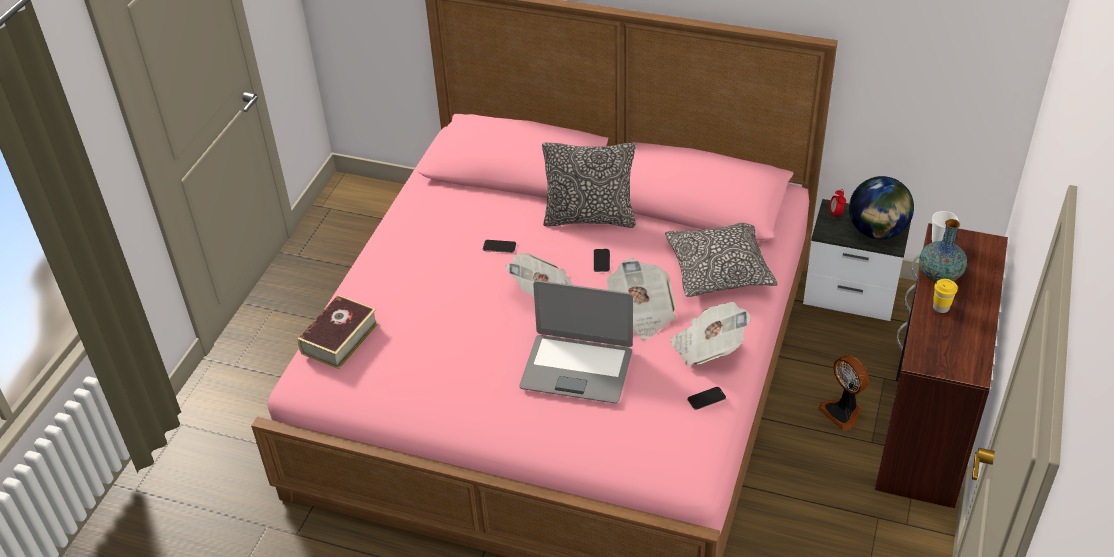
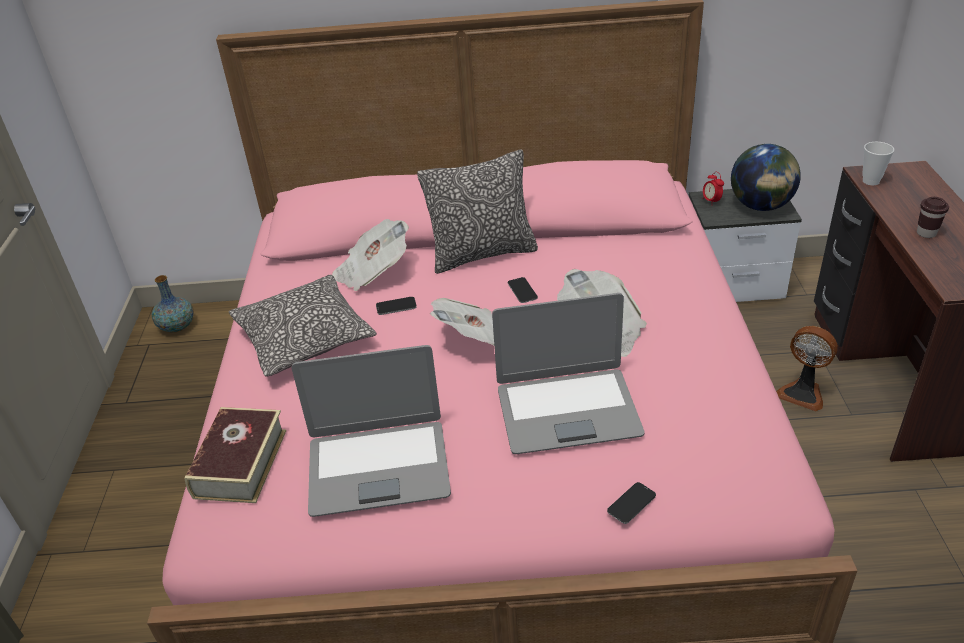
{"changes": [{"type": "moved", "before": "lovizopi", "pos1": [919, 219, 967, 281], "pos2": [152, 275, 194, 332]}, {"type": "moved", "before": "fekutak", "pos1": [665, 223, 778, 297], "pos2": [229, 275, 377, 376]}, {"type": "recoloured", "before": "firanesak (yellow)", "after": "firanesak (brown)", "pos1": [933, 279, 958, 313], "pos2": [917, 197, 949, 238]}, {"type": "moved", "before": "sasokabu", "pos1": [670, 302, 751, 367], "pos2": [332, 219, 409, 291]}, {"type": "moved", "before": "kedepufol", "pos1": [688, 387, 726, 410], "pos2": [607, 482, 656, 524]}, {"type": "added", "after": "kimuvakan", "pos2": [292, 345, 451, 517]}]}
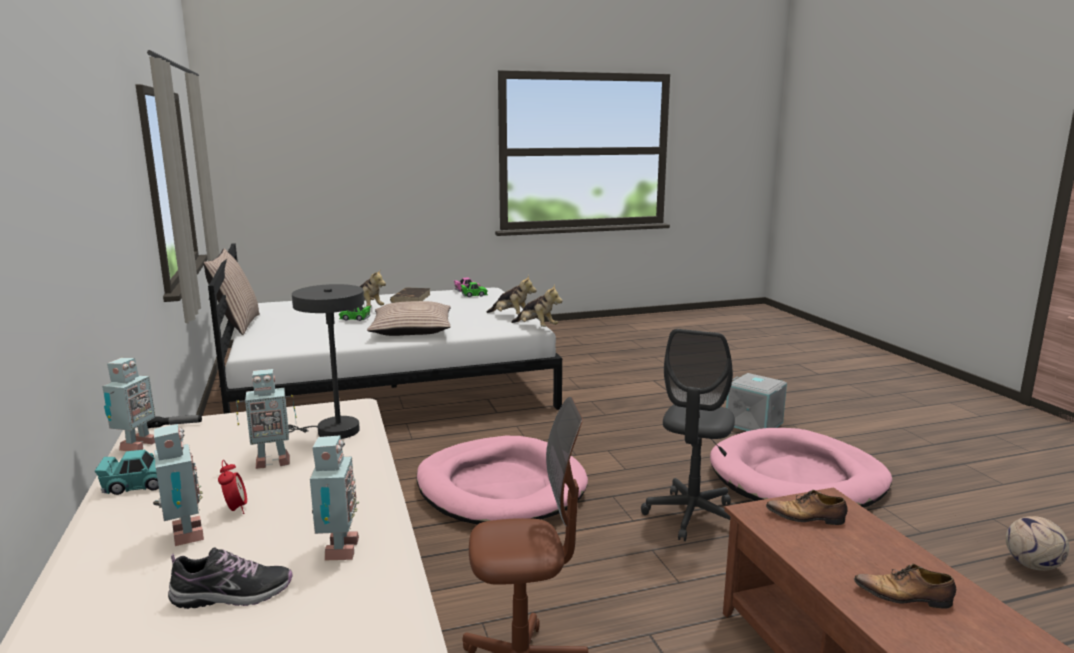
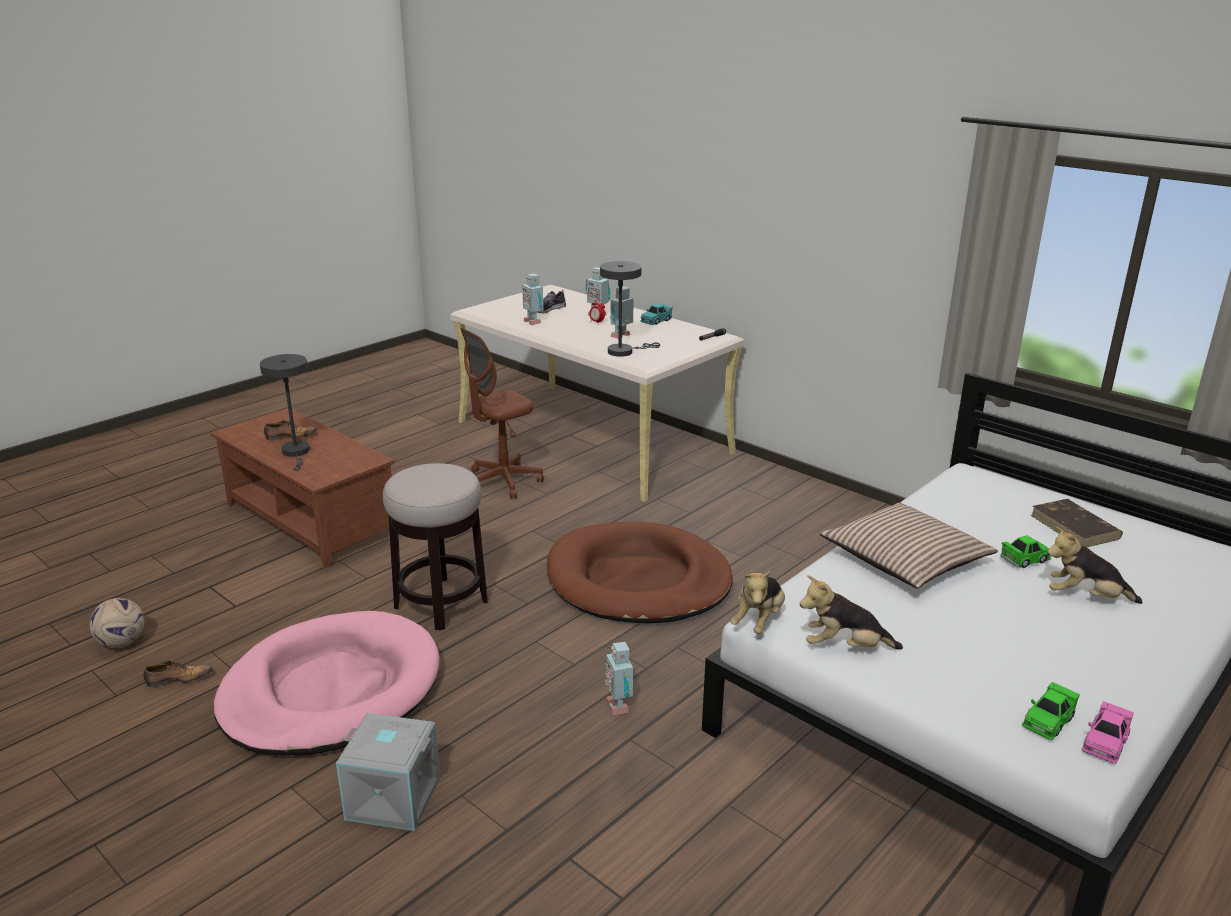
{"changes": [{"type": "removed", "before": "fekutak", "pos1": [203, 248, 260, 335]}, {"type": "turned", "before": "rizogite", "pos1": [511, 285, 563, 327], "pos2": [731, 570, 785, 634], "turn": -75}, {"type": "moved", "before": "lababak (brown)", "pos1": [390, 288, 431, 303], "pos2": [1031, 499, 1123, 547]}, {"type": "replaced", "before": "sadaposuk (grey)", "after": "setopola", "pos1": [641, 329, 735, 541], "pos2": [383, 463, 488, 630]}, {"type": "moved", "before": "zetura", "pos1": [102, 358, 155, 451], "pos2": [605, 642, 634, 715]}, {"type": "recoloured", "before": "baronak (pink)", "after": "baronak (brown)", "pos1": [417, 436, 588, 525], "pos2": [547, 522, 733, 624]}, {"type": "moved", "before": "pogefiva", "pos1": [766, 490, 848, 525], "pos2": [143, 660, 213, 687]}, {"type": "added", "after": "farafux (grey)", "pos2": [260, 354, 310, 471]}]}
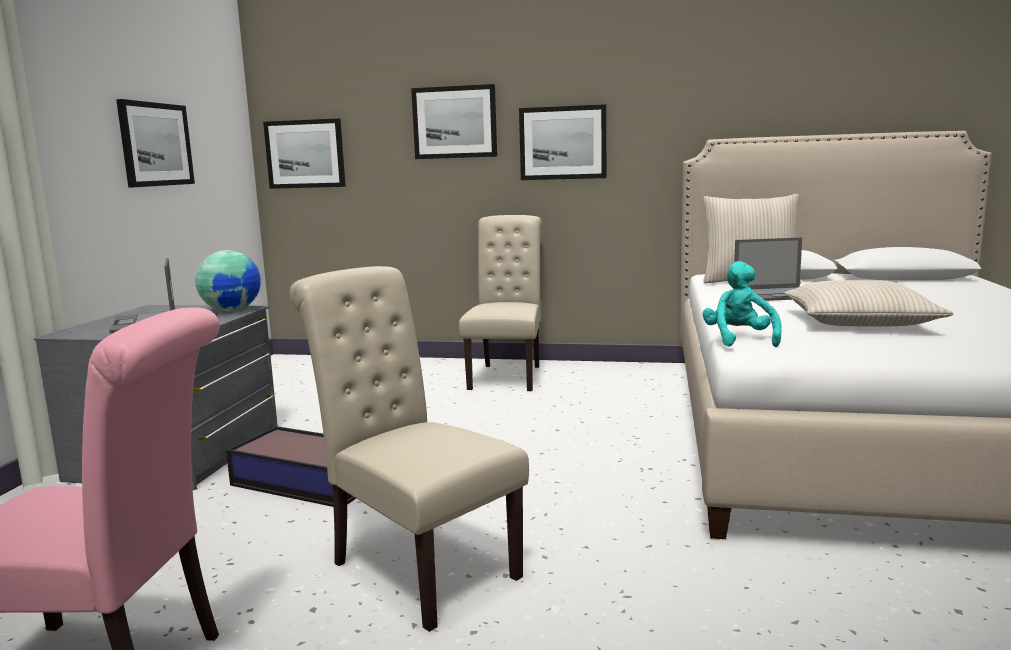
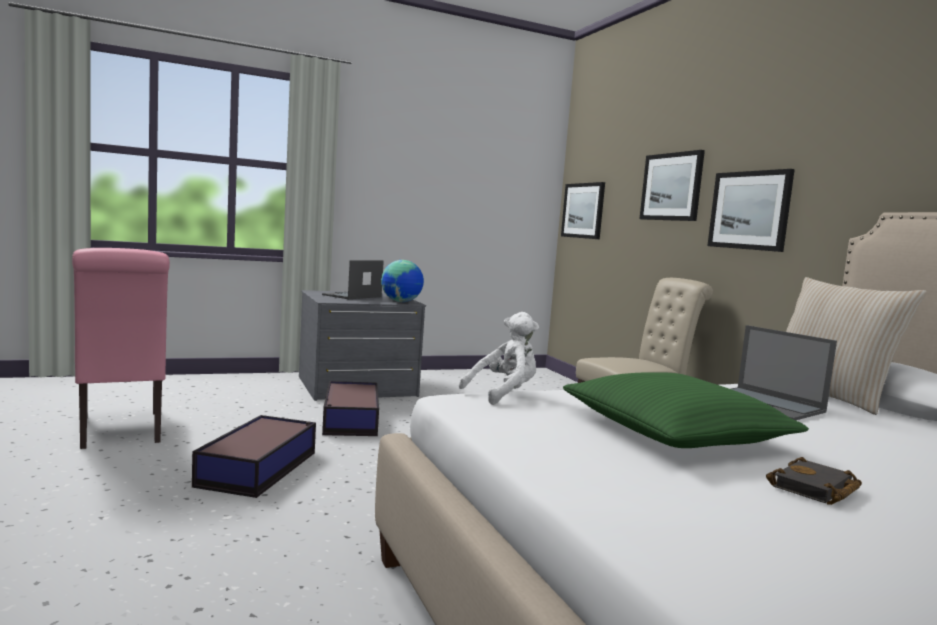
{"changes": [{"type": "removed", "before": "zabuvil", "pos1": [116, 99, 195, 188]}, {"type": "recoloured", "before": "rizogite (turquoise)", "after": "rizogite (white)", "pos1": [702, 261, 782, 347], "pos2": [459, 312, 539, 405]}, {"type": "replaced", "before": "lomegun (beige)", "after": "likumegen", "pos1": [290, 266, 529, 632], "pos2": [192, 415, 316, 498]}, {"type": "recoloured", "before": "fekutak (beige)", "after": "fekutak (green)", "pos1": [784, 280, 953, 327], "pos2": [563, 372, 809, 448]}, {"type": "added", "after": "lababak (black)", "pos2": [766, 457, 862, 505]}]}
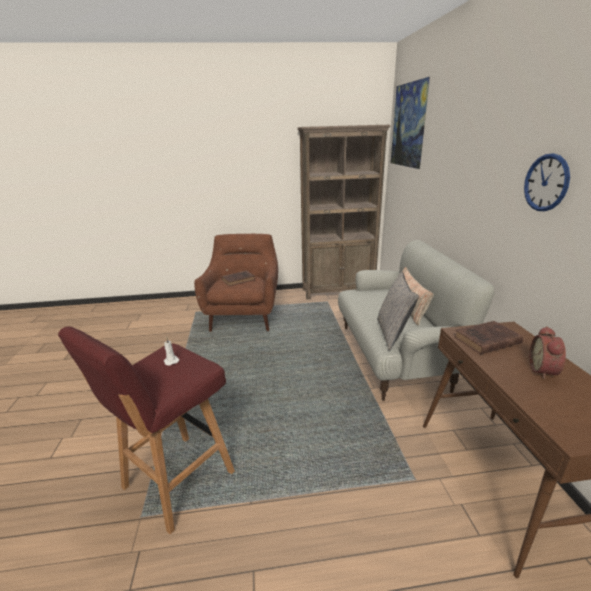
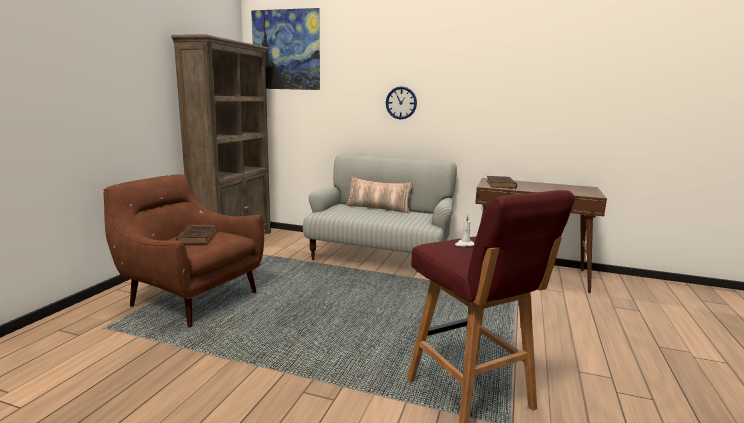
{"changes": [{"type": "moved", "before": "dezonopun", "pos1": [524, 153, 570, 211], "pos2": [386, 86, 417, 119]}, {"type": "removed", "before": "fekutak (grey)", "pos1": [377, 272, 419, 351]}, {"type": "removed", "before": "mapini", "pos1": [530, 326, 566, 379]}]}
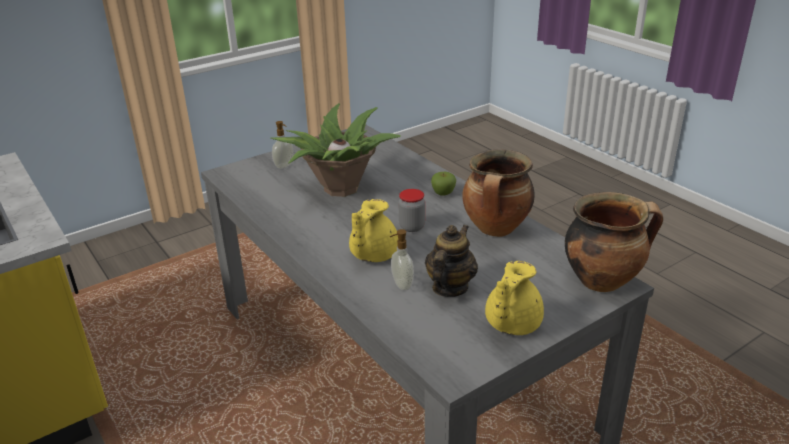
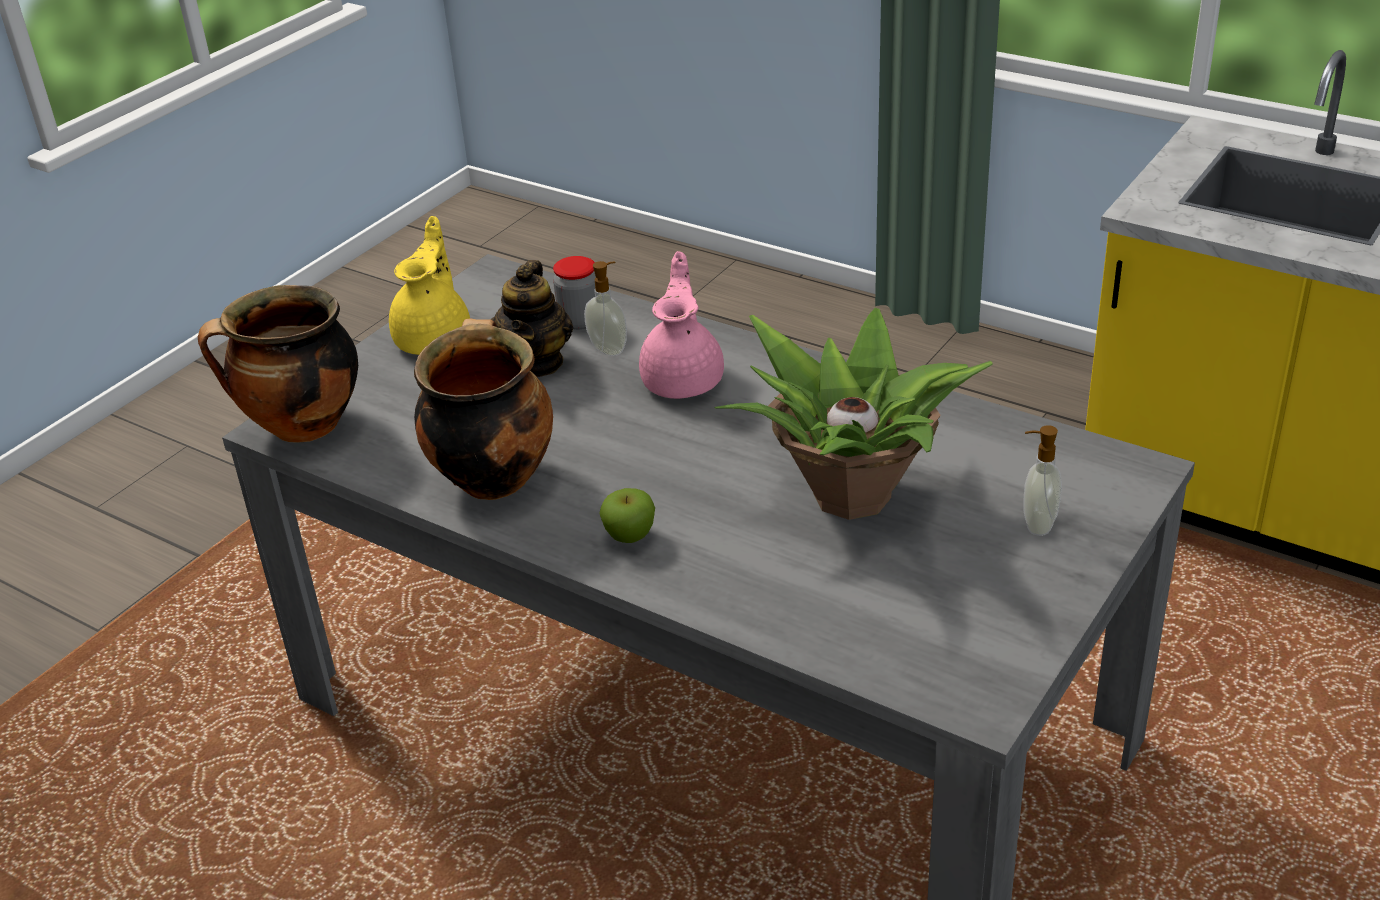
{"changes": [{"type": "moved", "before": "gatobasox", "pos1": [398, 189, 425, 232], "pos2": [553, 256, 596, 330]}, {"type": "recoloured", "before": "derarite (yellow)", "after": "derarite (pink)", "pos1": [349, 199, 398, 262], "pos2": [639, 251, 724, 399]}]}
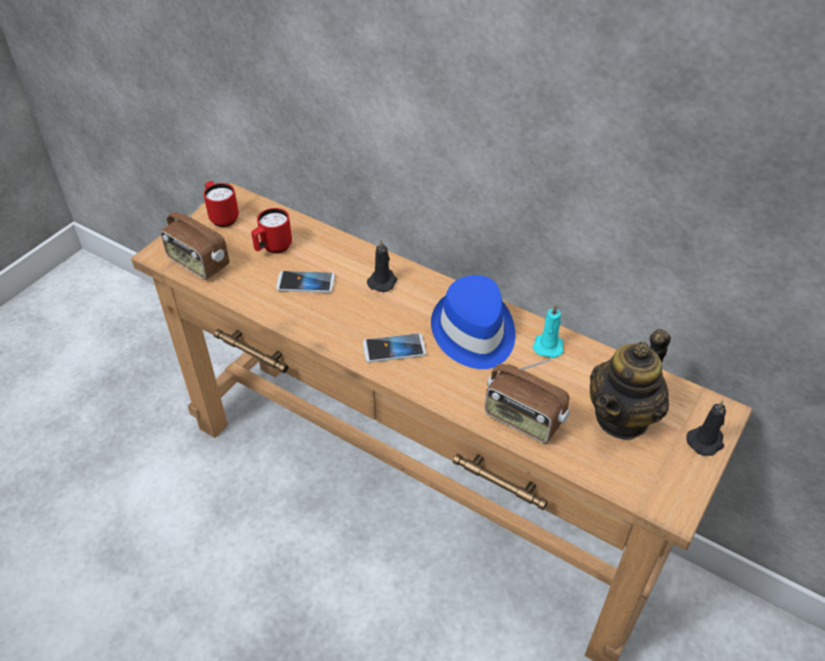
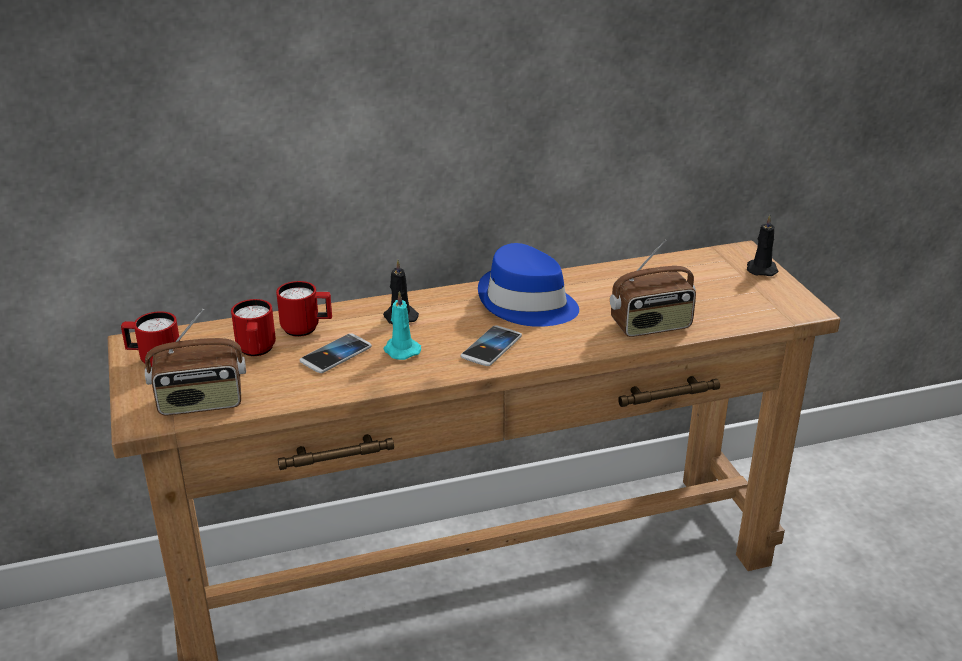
{"changes": [{"type": "moved", "before": "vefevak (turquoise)", "pos1": [533, 304, 563, 358], "pos2": [384, 291, 421, 360]}, {"type": "removed", "before": "derarite", "pos1": [590, 329, 671, 440]}, {"type": "added", "after": "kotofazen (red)", "pos2": [276, 281, 332, 337]}]}
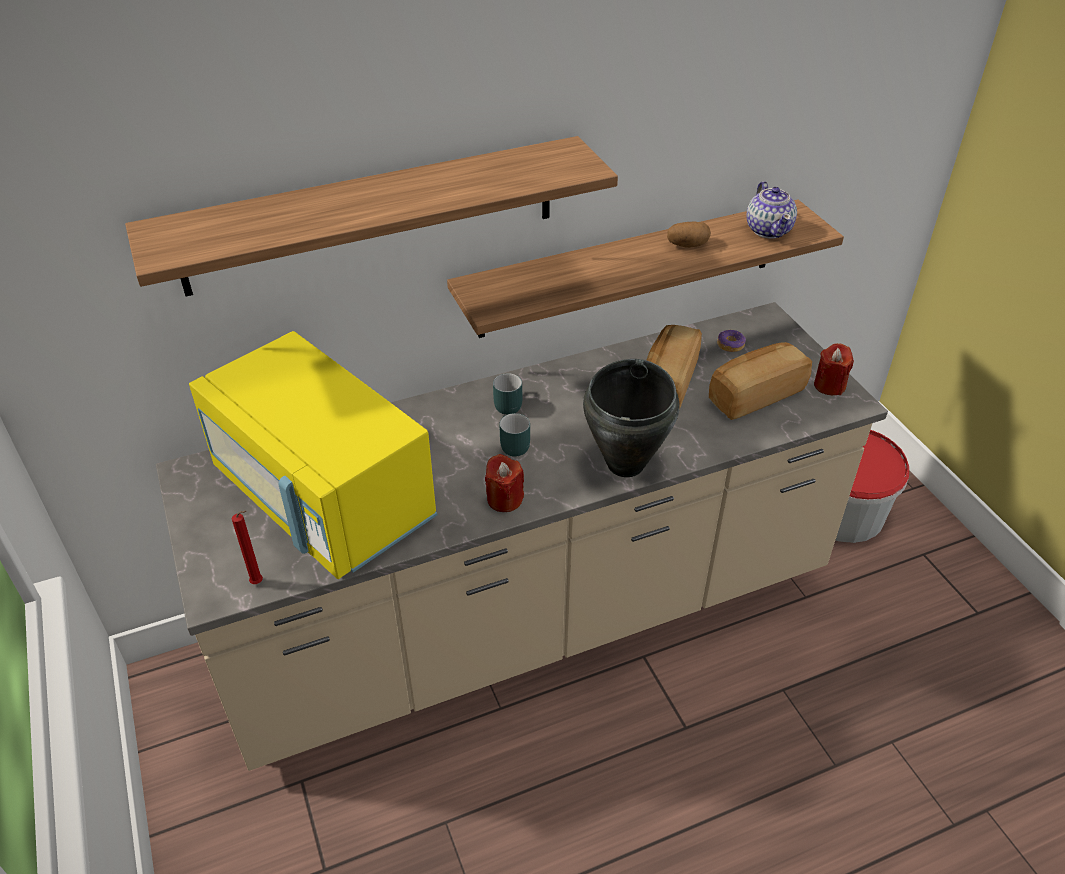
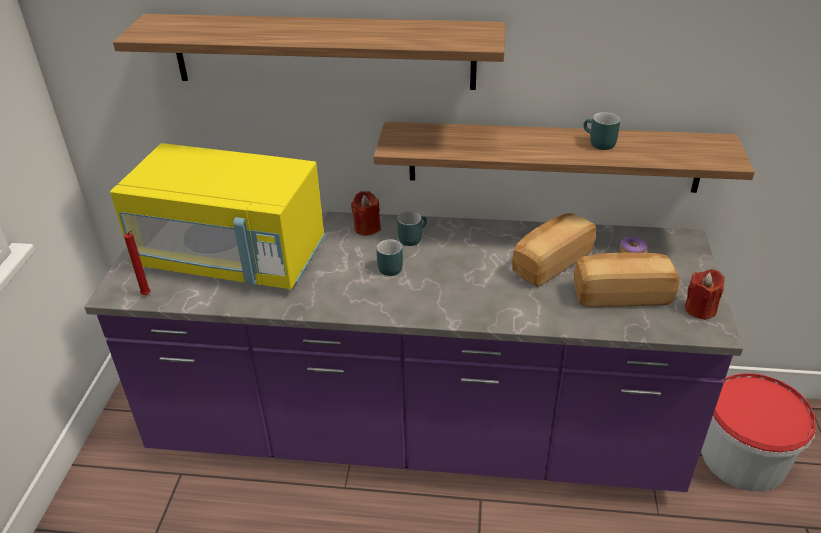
{"changes": [{"type": "removed", "before": "derarite", "pos1": [747, 181, 797, 238]}, {"type": "replaced", "before": "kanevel", "after": "kotofazen (turquoise)", "pos1": [667, 222, 711, 248], "pos2": [583, 112, 621, 150]}, {"type": "recoloured", "before": "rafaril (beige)", "after": "rafaril (purple)", "pos1": [156, 302, 888, 771], "pos2": [84, 211, 743, 492]}, {"type": "turned", "before": "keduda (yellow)", "pos1": [189, 331, 437, 579], "pos2": [110, 143, 325, 289], "turn": -60}, {"type": "removed", "before": "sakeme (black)", "pos1": [583, 359, 680, 477]}, {"type": "moved", "before": "vefevak (red)", "pos1": [485, 454, 524, 512], "pos2": [351, 191, 381, 236]}]}
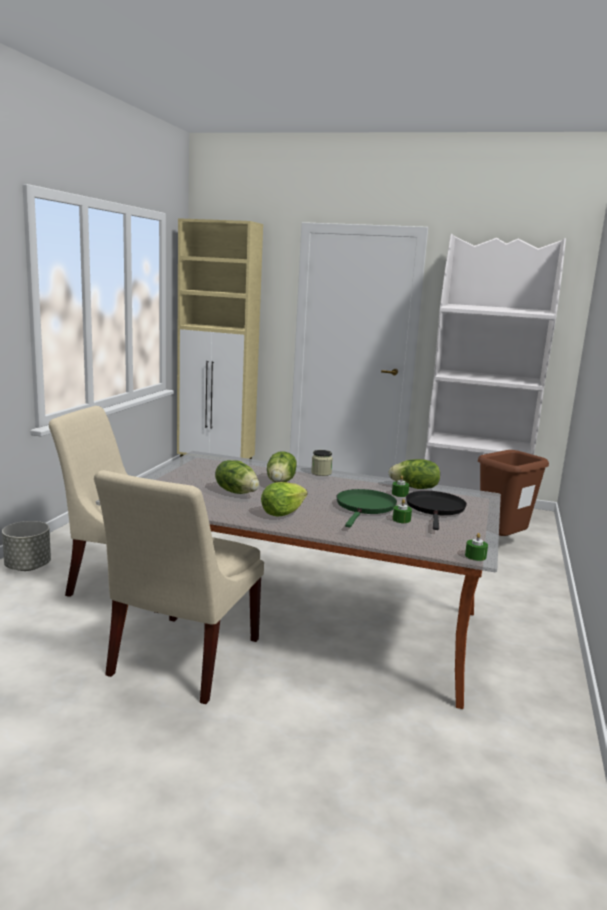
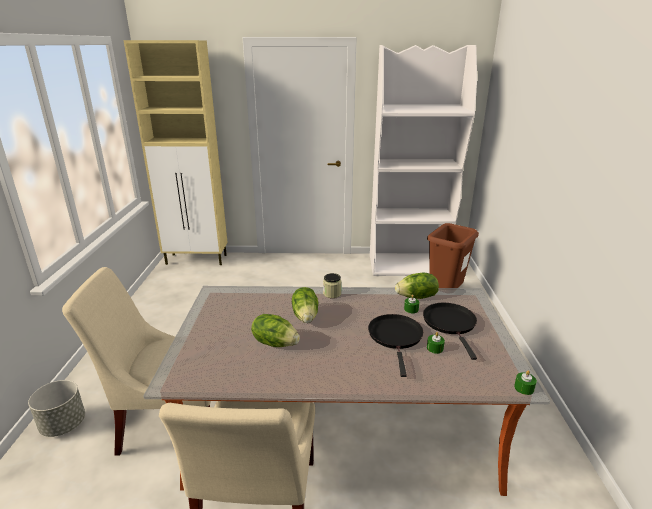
{"changes": [{"type": "removed", "before": "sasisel", "pos1": [261, 482, 307, 517]}, {"type": "recoloured", "before": "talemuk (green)", "after": "talemuk (black)", "pos1": [336, 489, 397, 527], "pos2": [368, 314, 423, 377]}]}
